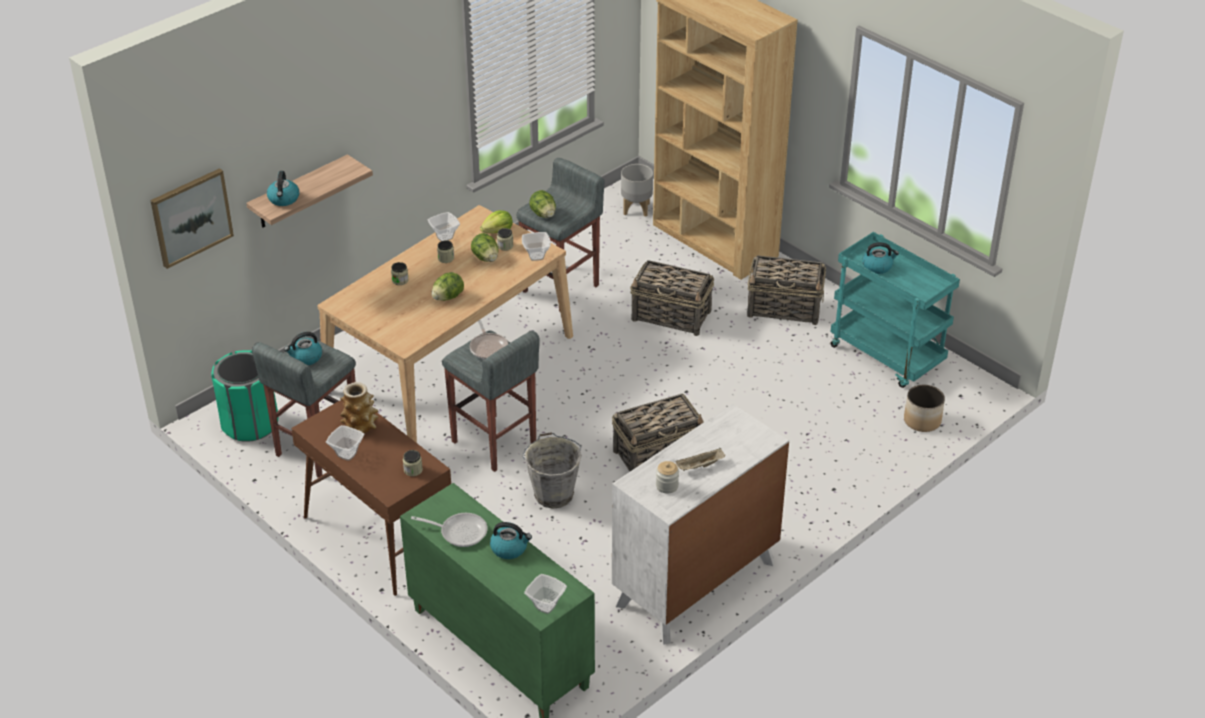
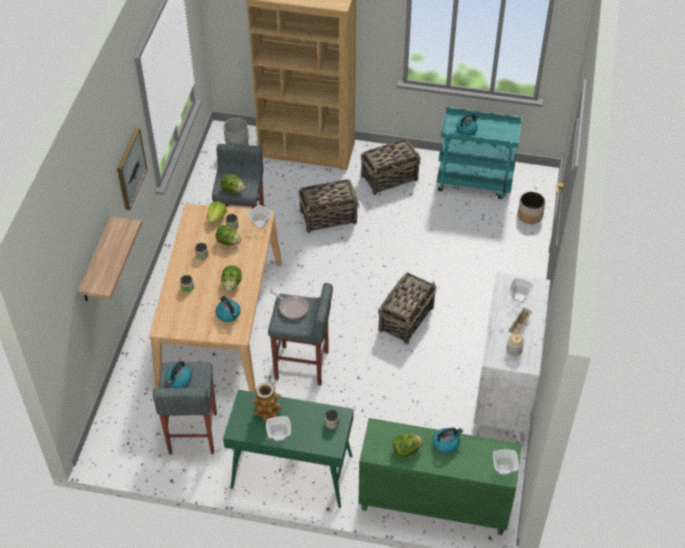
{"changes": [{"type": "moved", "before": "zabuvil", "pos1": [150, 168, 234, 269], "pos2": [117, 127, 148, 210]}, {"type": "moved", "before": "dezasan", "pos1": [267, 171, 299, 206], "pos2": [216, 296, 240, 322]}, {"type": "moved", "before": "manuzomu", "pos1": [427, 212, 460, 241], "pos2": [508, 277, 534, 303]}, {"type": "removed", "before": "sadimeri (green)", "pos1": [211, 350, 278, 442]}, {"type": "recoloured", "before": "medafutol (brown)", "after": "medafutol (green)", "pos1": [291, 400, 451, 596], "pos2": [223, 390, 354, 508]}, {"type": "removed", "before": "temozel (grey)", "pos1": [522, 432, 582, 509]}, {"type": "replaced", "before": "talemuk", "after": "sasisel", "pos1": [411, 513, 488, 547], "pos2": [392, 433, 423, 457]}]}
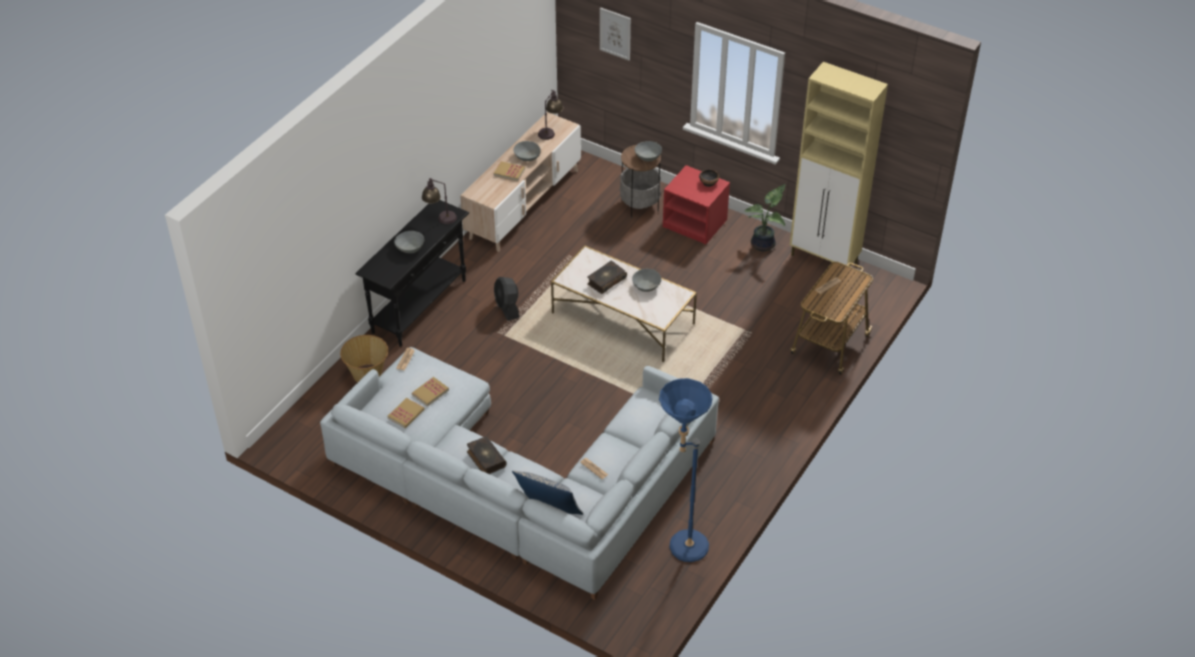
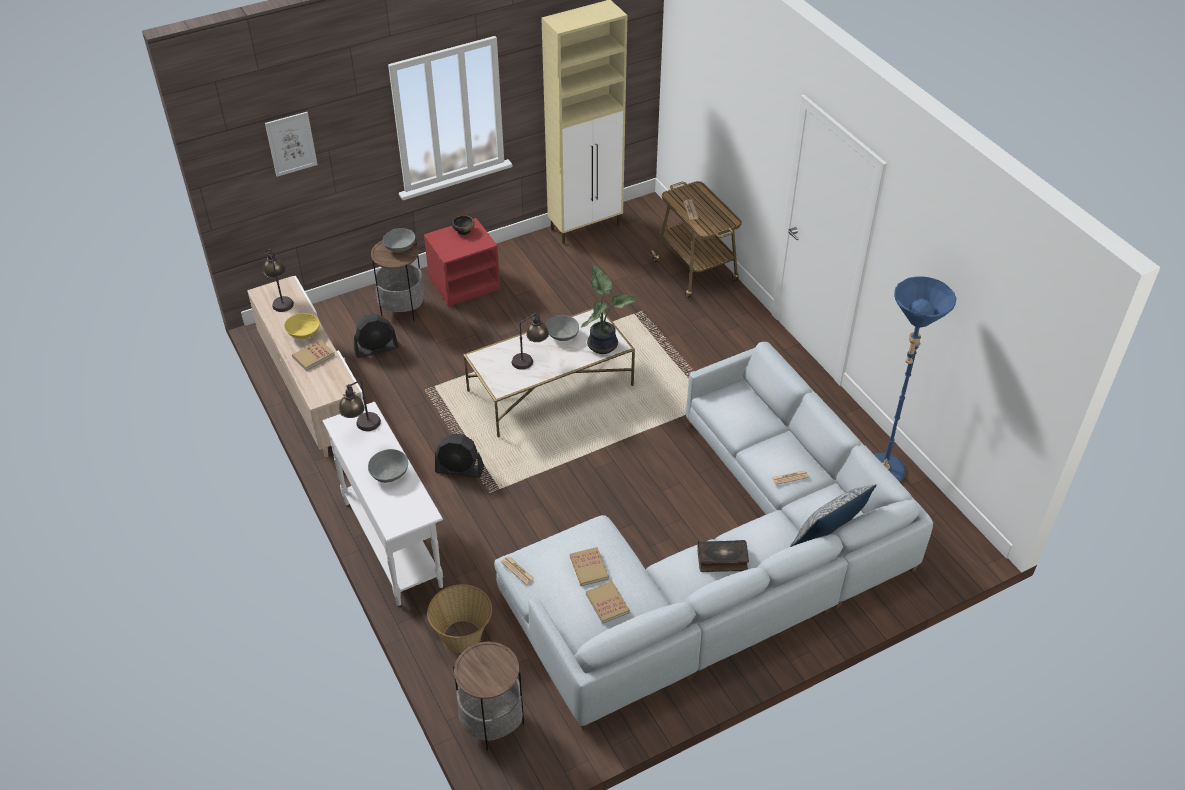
{"changes": [{"type": "recoloured", "before": "manuzomu (grey)", "after": "manuzomu (yellow)", "pos1": [513, 141, 541, 161], "pos2": [284, 313, 320, 339]}, {"type": "moved", "before": "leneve", "pos1": [744, 184, 786, 251], "pos2": [581, 265, 637, 354]}, {"type": "recoloured", "before": "medafutol (black)", "after": "medafutol (white)", "pos1": [355, 200, 469, 347], "pos2": [323, 402, 443, 606]}, {"type": "replaced", "before": "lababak", "after": "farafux", "pos1": [587, 261, 627, 294], "pos2": [512, 311, 549, 370]}, {"type": "added", "after": "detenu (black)", "pos2": [354, 314, 399, 358]}, {"type": "added", "after": "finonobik", "pos2": [453, 640, 525, 752]}]}
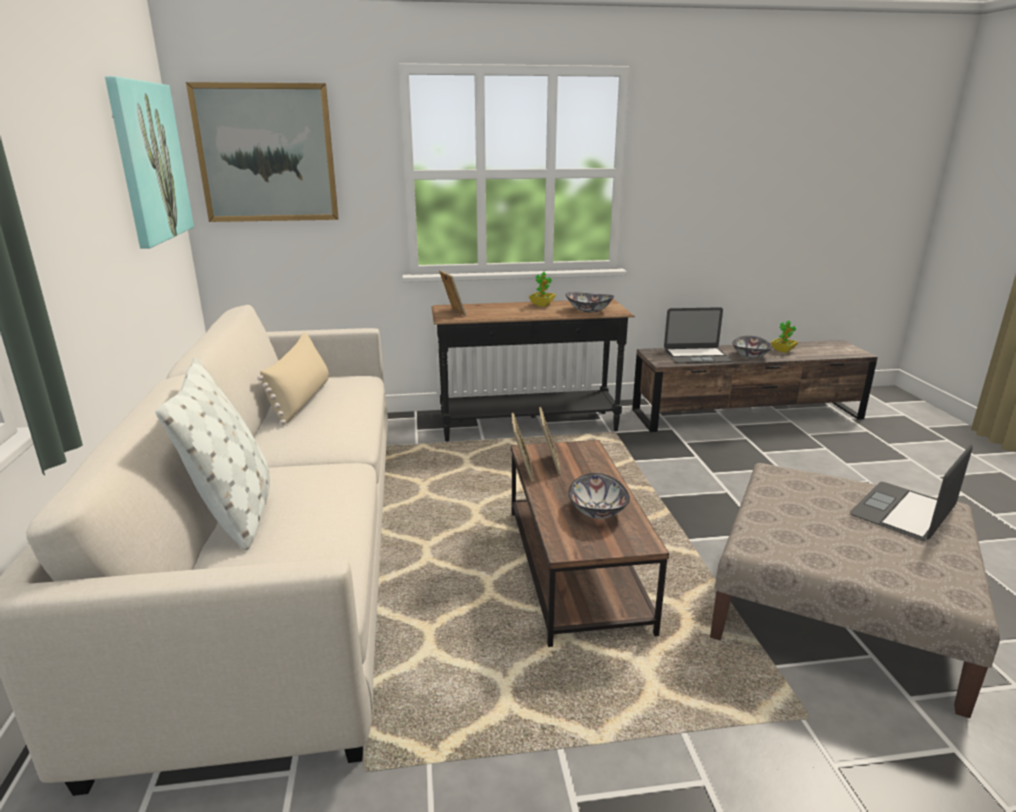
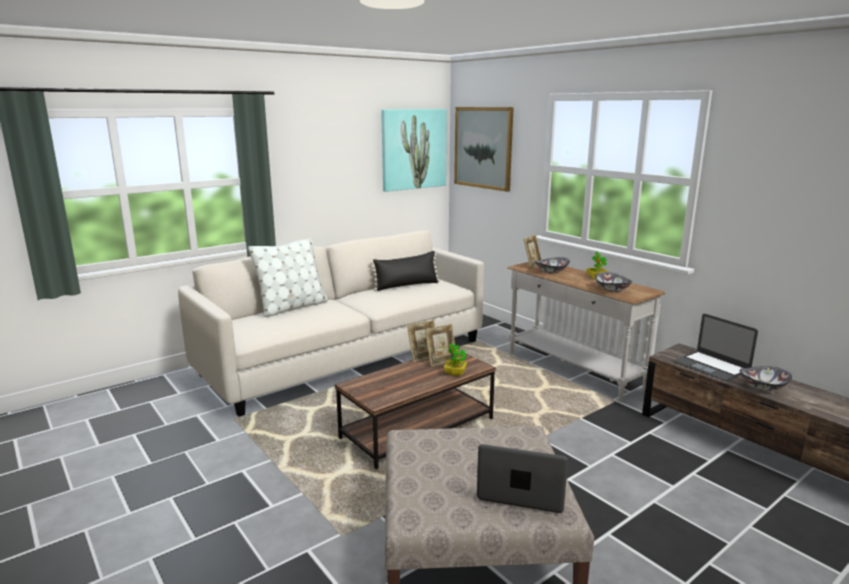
{"changes": [{"type": "recoloured", "before": "medafutol (black)", "after": "medafutol (white)", "pos1": [431, 299, 635, 441], "pos2": [507, 262, 665, 402]}, {"type": "moved", "before": "leneve", "pos1": [771, 320, 798, 353], "pos2": [444, 343, 467, 376]}, {"type": "recoloured", "before": "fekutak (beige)", "after": "fekutak (black)", "pos1": [257, 332, 329, 425], "pos2": [371, 251, 440, 291]}, {"type": "moved", "before": "manuzomu", "pos1": [568, 473, 630, 519], "pos2": [535, 257, 570, 274]}]}
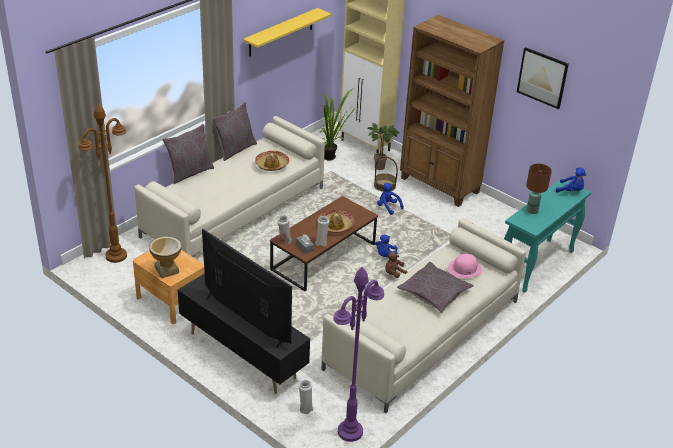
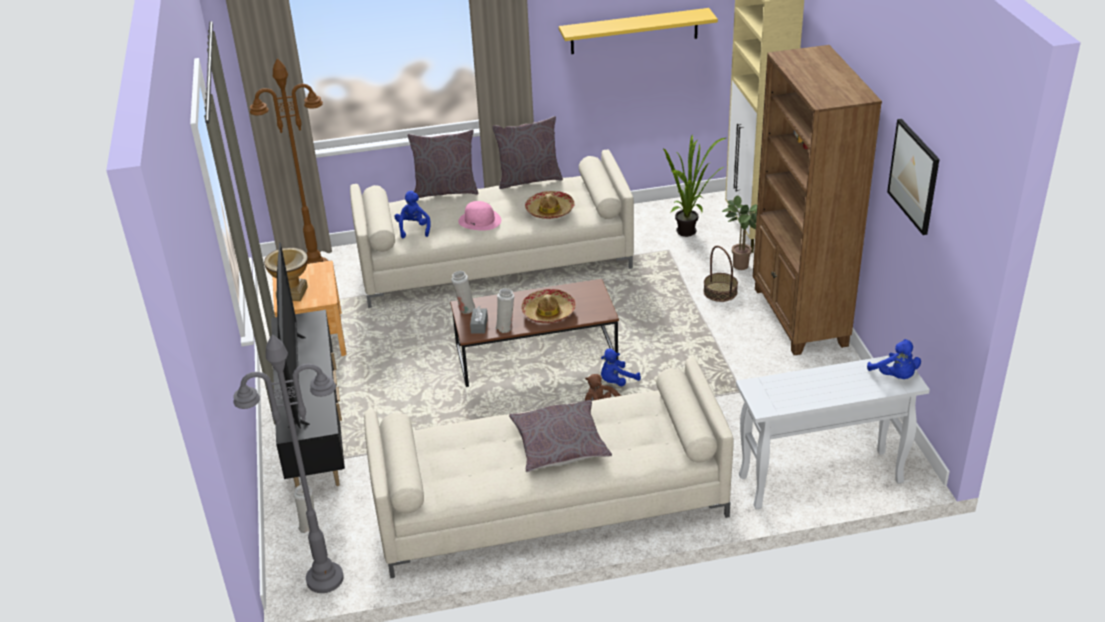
{"changes": [{"type": "removed", "before": "farafux (brown)", "pos1": [526, 164, 552, 214]}, {"type": "recoloured", "before": "medafutol (turquoise)", "after": "medafutol (white)", "pos1": [504, 178, 592, 293], "pos2": [736, 355, 930, 509]}, {"type": "moved", "before": "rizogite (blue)", "pos1": [377, 183, 404, 215], "pos2": [394, 191, 431, 238]}, {"type": "moved", "before": "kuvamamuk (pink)", "pos1": [448, 254, 482, 278], "pos2": [458, 201, 501, 230]}, {"type": "recoloured", "before": "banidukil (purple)", "after": "banidukil (grey)", "pos1": [333, 267, 384, 442], "pos2": [233, 334, 344, 593]}]}
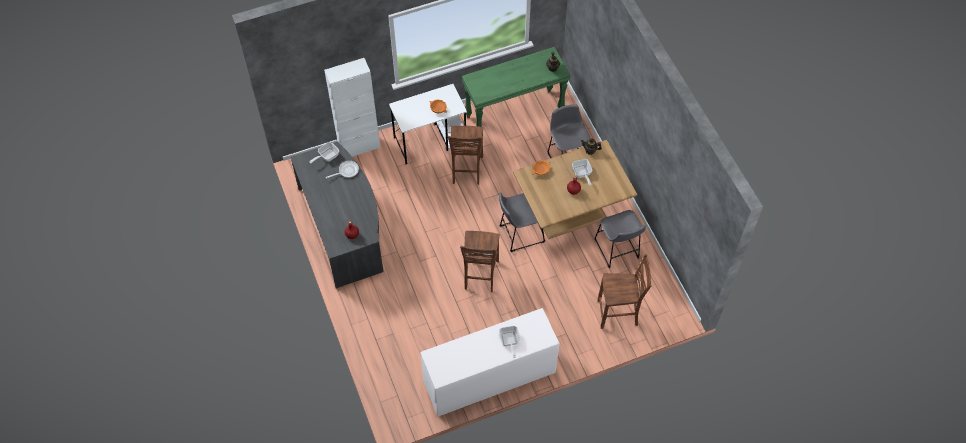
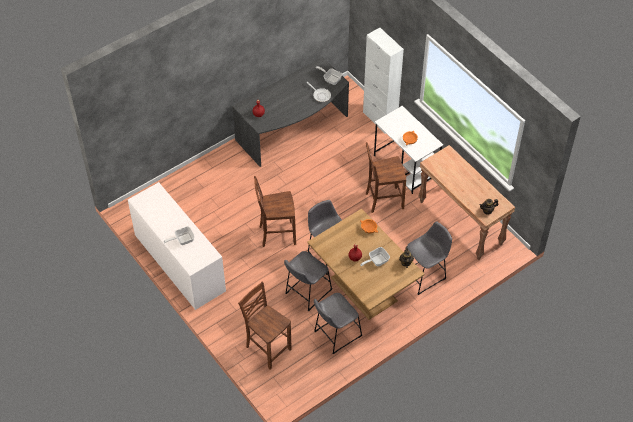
{"changes": [{"type": "recoloured", "before": "medafutol (green)", "after": "medafutol (brown)", "pos1": [462, 47, 571, 127], "pos2": [418, 145, 515, 260]}, {"type": "turned", "before": "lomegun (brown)", "pos1": [598, 254, 652, 329], "pos2": [238, 281, 292, 370], "turn": 150}, {"type": "added", "after": "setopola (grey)", "pos2": [284, 251, 332, 311]}]}
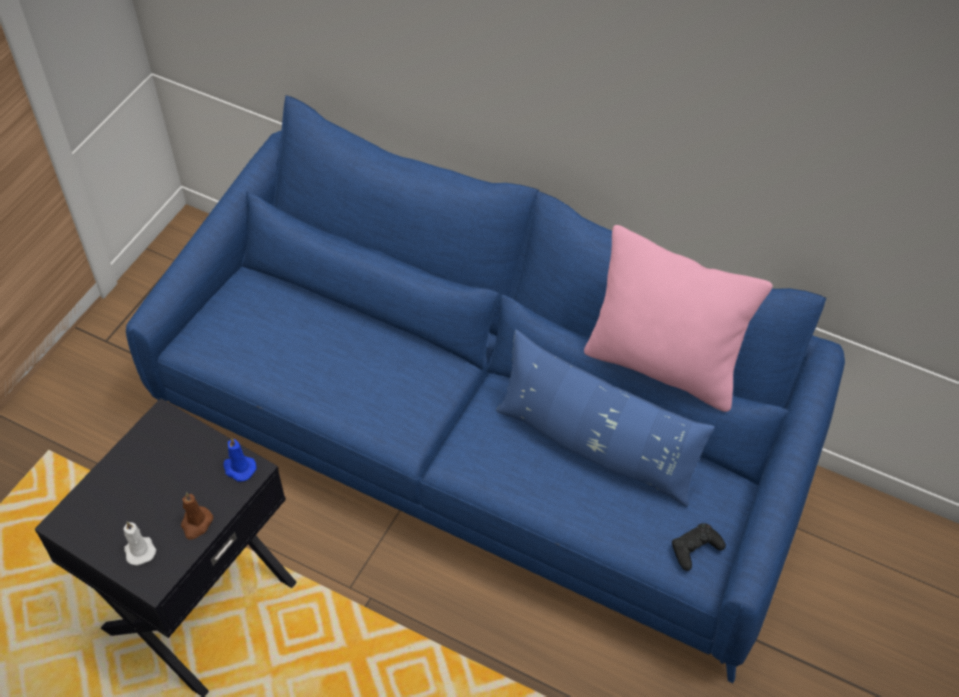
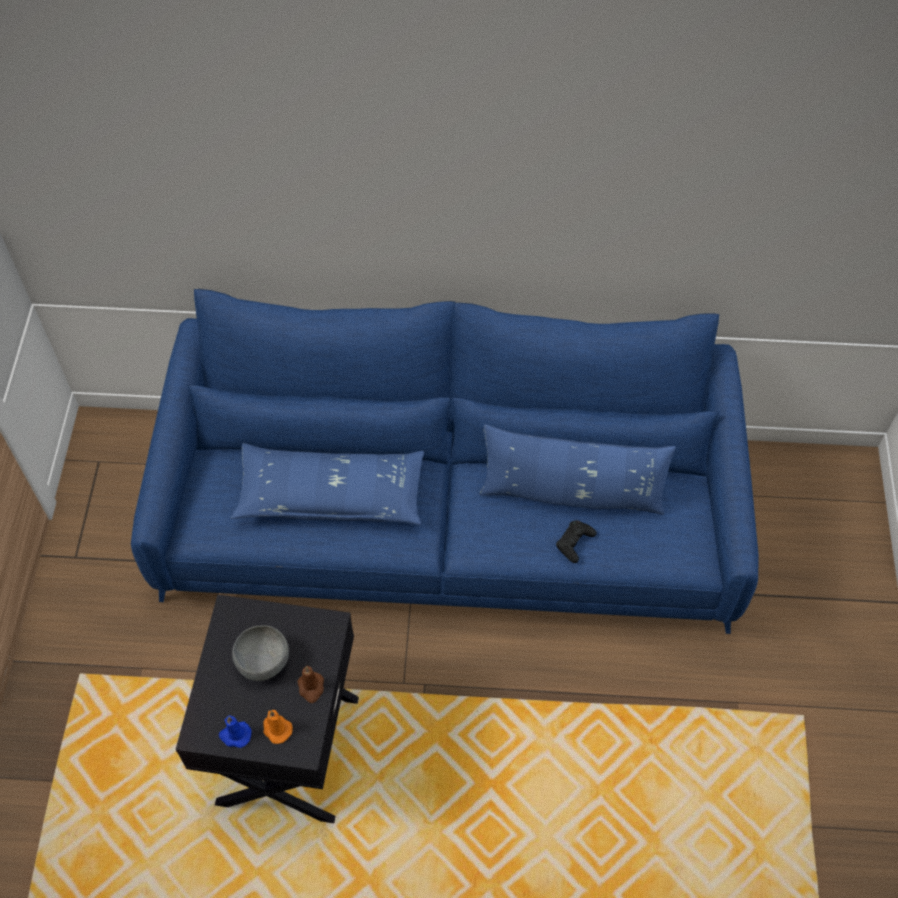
{"changes": [{"type": "removed", "before": "fekutak (pink)", "pos1": [584, 225, 773, 412]}, {"type": "moved", "before": "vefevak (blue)", "pos1": [223, 437, 256, 482], "pos2": [219, 715, 252, 748]}, {"type": "recoloured", "before": "vefevak (white)", "after": "vefevak (orange)", "pos1": [123, 521, 156, 566], "pos2": [263, 710, 293, 744]}, {"type": "moved", "before": "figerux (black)", "pos1": [672, 523, 726, 571], "pos2": [556, 520, 597, 563]}, {"type": "added", "after": "fekutak (blue)", "pos2": [231, 443, 424, 525]}, {"type": "added", "after": "manuzomu (grey)", "pos2": [232, 625, 289, 681]}]}
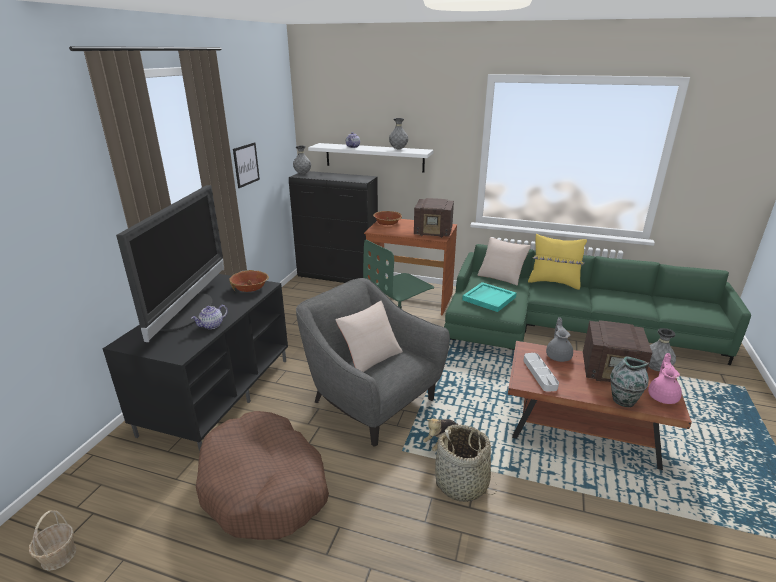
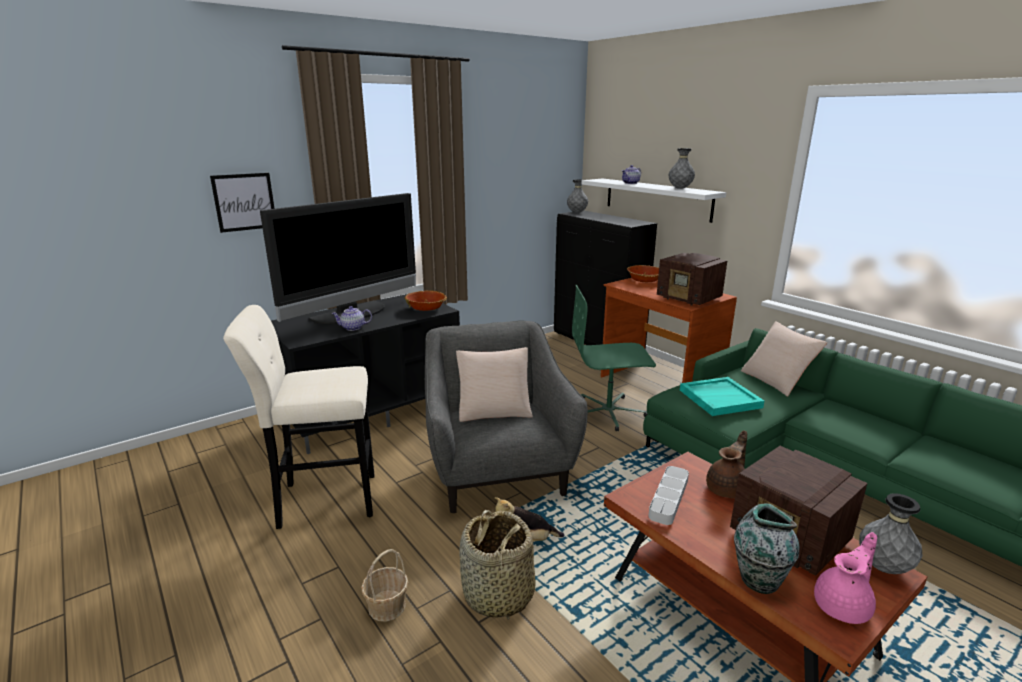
{"changes": [{"type": "moved", "before": "zabuvil", "pos1": [233, 142, 260, 188], "pos2": [210, 173, 275, 233]}, {"type": "removed", "before": "fekutak (yellow)", "pos1": [528, 234, 587, 290]}, {"type": "recoloured", "before": "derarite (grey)", "after": "derarite (brown)", "pos1": [546, 317, 573, 362], "pos2": [706, 430, 747, 498]}, {"type": "replaced", "before": "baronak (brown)", "after": "setopola (beige)", "pos1": [196, 411, 329, 540], "pos2": [223, 305, 374, 529]}, {"type": "moved", "before": "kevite", "pos1": [29, 510, 76, 571], "pos2": [361, 549, 408, 622]}]}
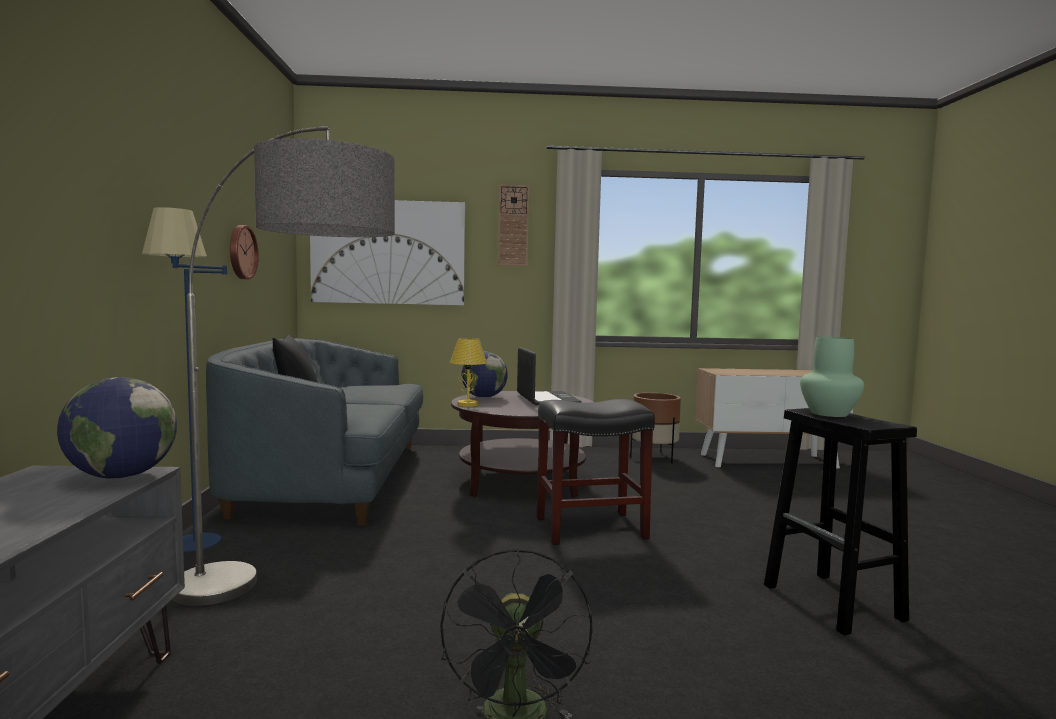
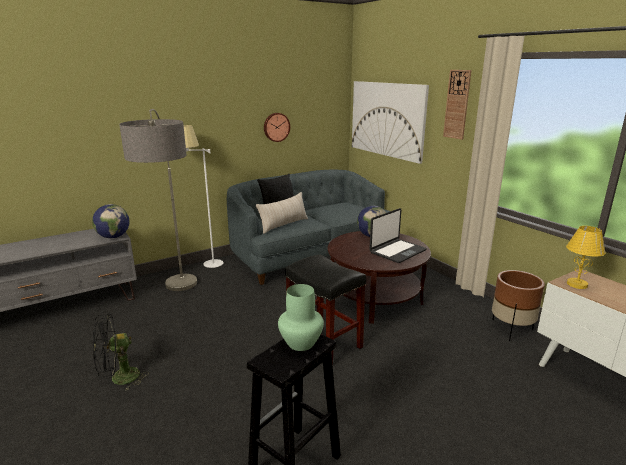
{"changes": [{"type": "recoloured", "before": "banidukil (blue)", "after": "banidukil (white)", "pos1": [142, 207, 227, 552], "pos2": [184, 125, 223, 268]}, {"type": "moved", "before": "farafux (yellow)", "pos1": [450, 338, 487, 407], "pos2": [566, 226, 605, 289]}, {"type": "added", "after": "fekutak (beige)", "pos2": [256, 192, 308, 234]}]}
